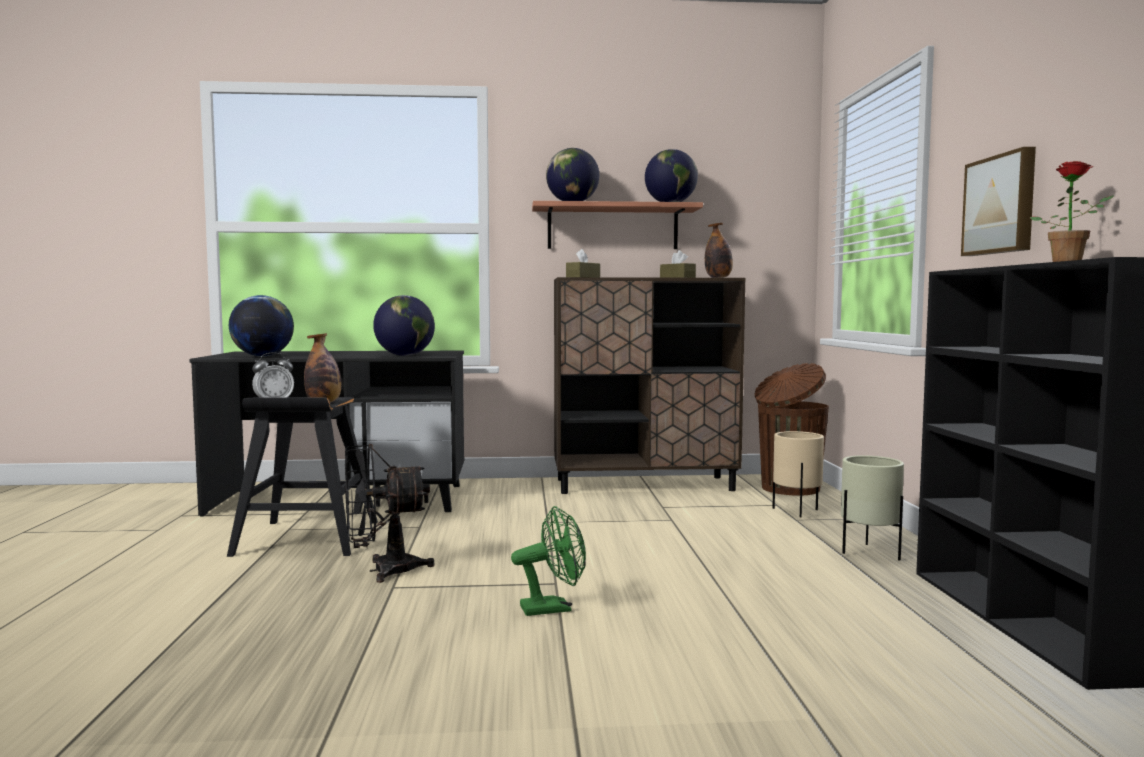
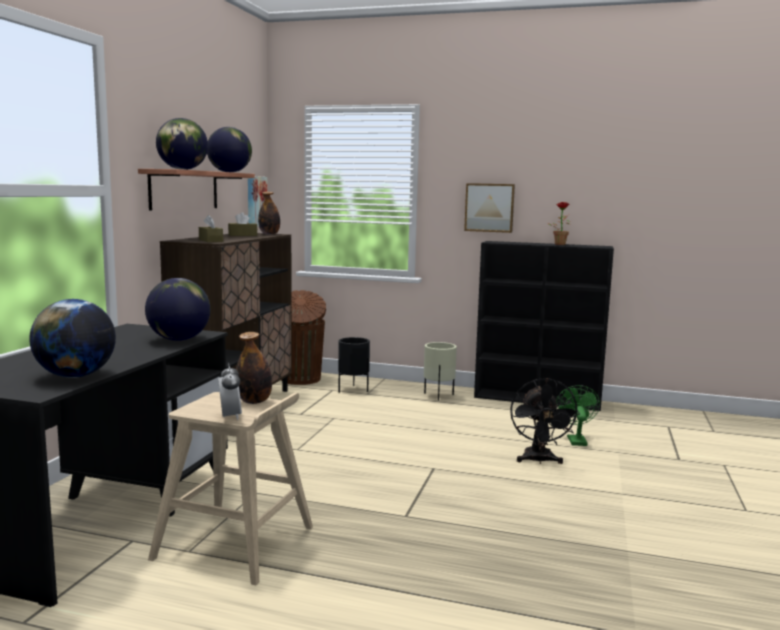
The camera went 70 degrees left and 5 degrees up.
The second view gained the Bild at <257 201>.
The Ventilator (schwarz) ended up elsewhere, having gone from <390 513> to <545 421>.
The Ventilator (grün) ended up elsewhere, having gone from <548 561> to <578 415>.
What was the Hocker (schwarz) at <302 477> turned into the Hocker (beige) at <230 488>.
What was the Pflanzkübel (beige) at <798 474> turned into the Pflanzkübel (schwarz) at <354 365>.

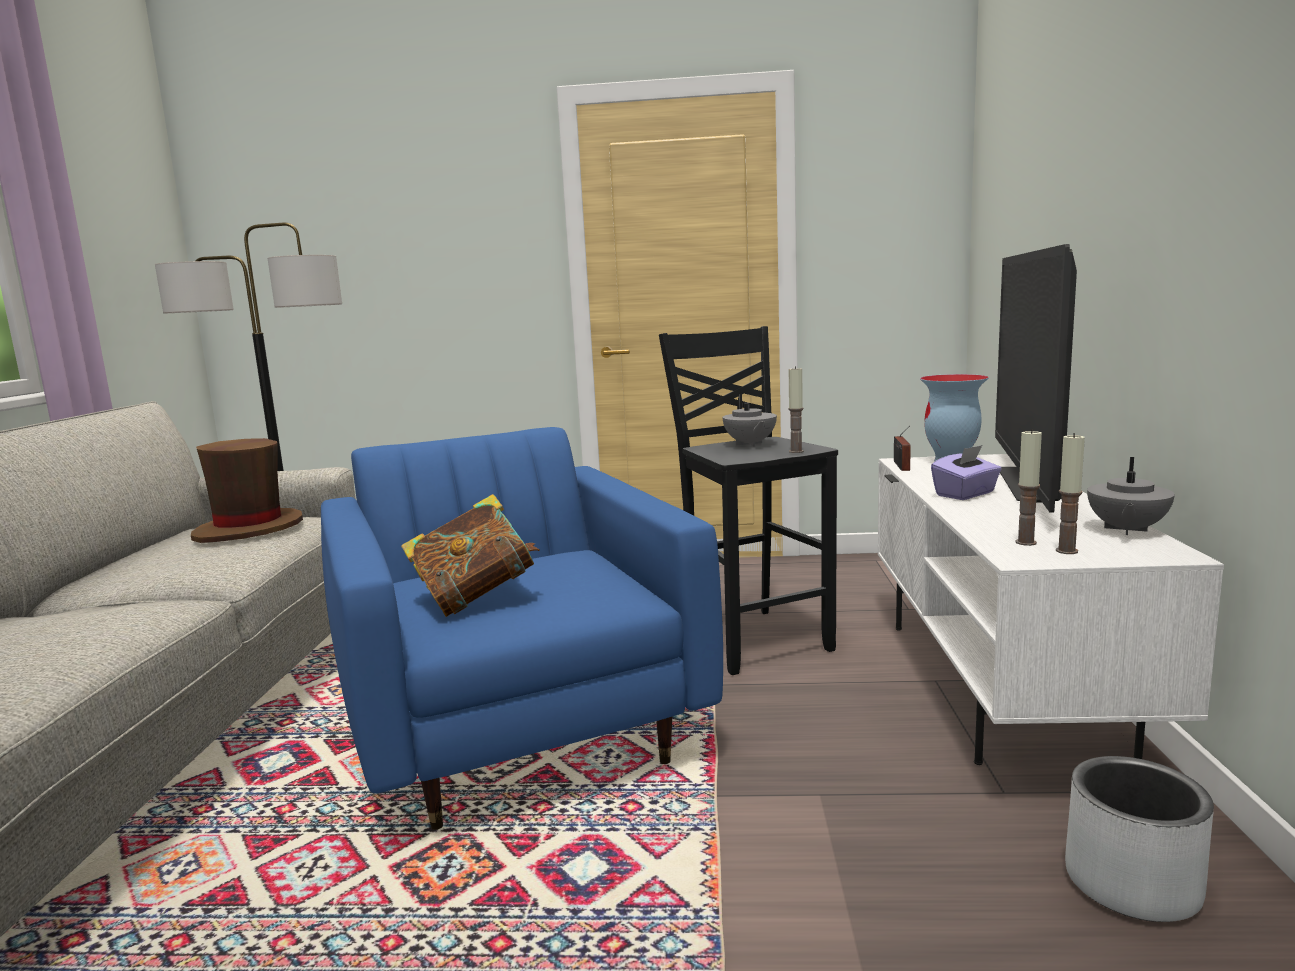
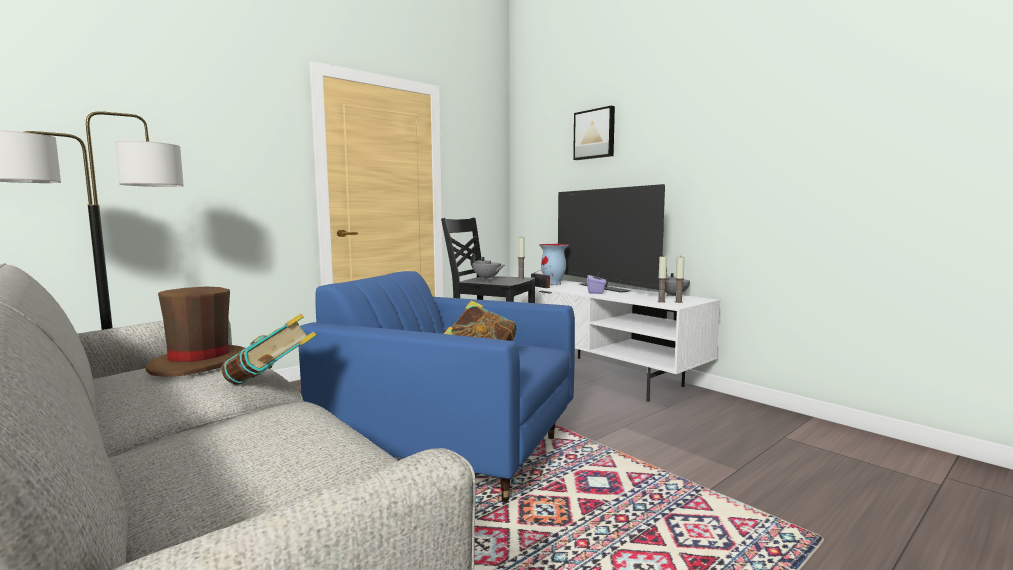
The camera went 45 degrees left and 5 degrees down.
The second view lost the Pflanzkübel (grau) at <1139 839>.
The second view gained the Buch at <269 349>.
The second view gained the Bild at <594 133>.

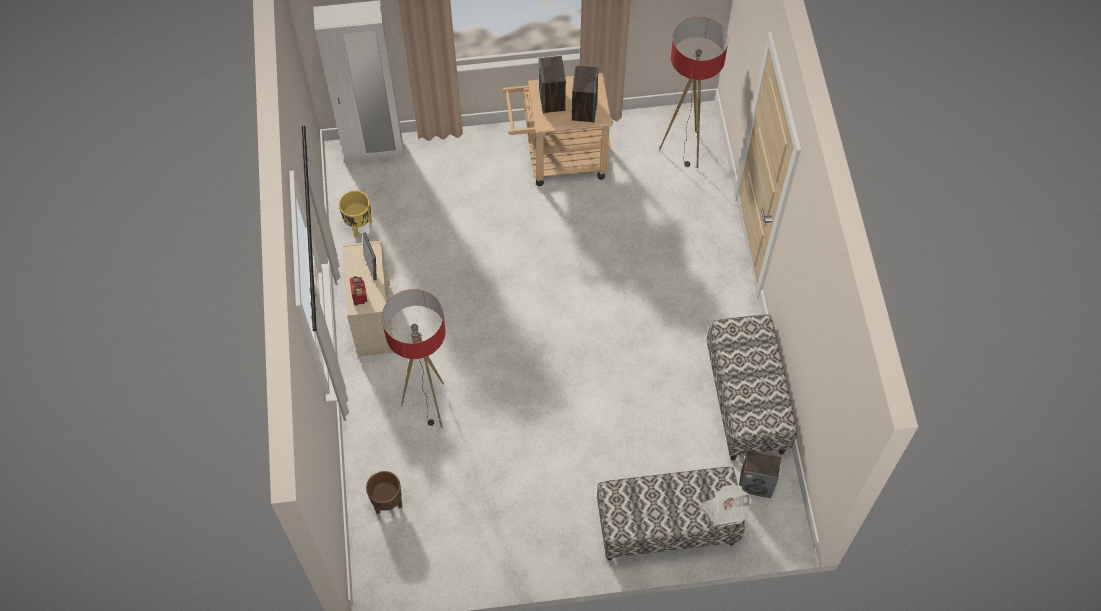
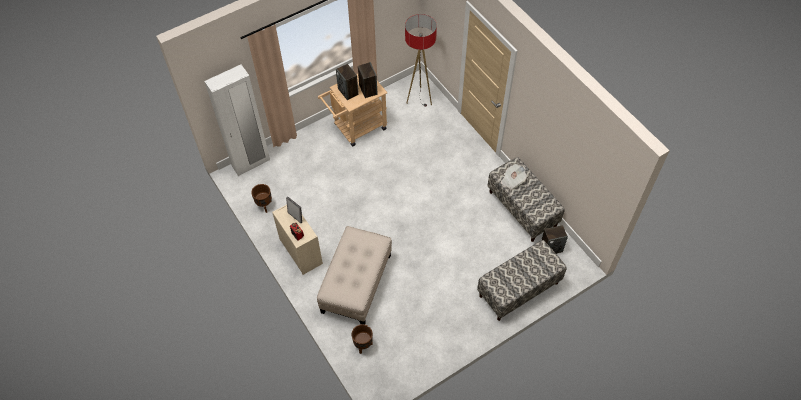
The camera went 25 degrees left and 5 degrees down.
The Zeitung ended up elsewhere, having gone from <727 506> to <514 176>.
Where the Stehlampe stood at <414 358>, the Polsterhocker (beige) came to stand at <354 275>.
What was the Pflanzkübel (gelb) at <355 213> turned into the Pflanzkübel (braun) at <261 198>.

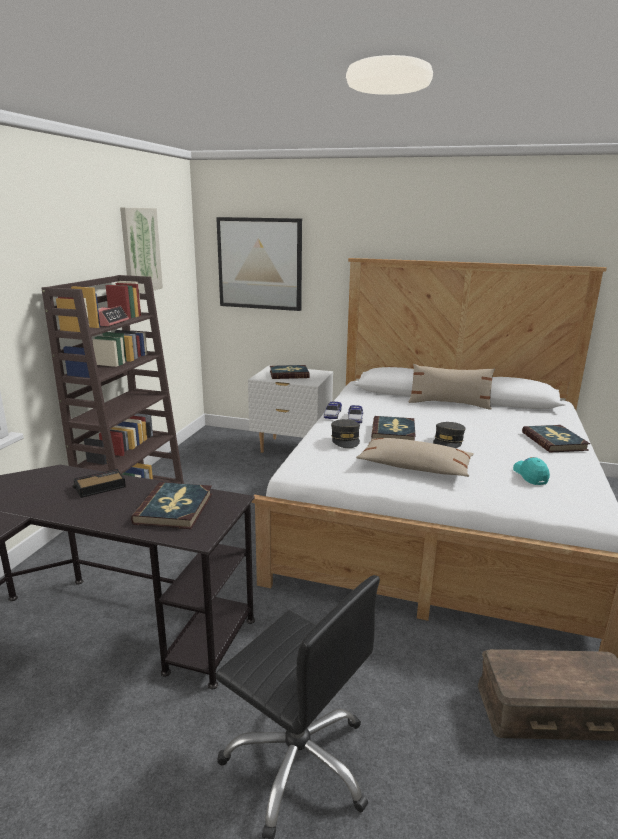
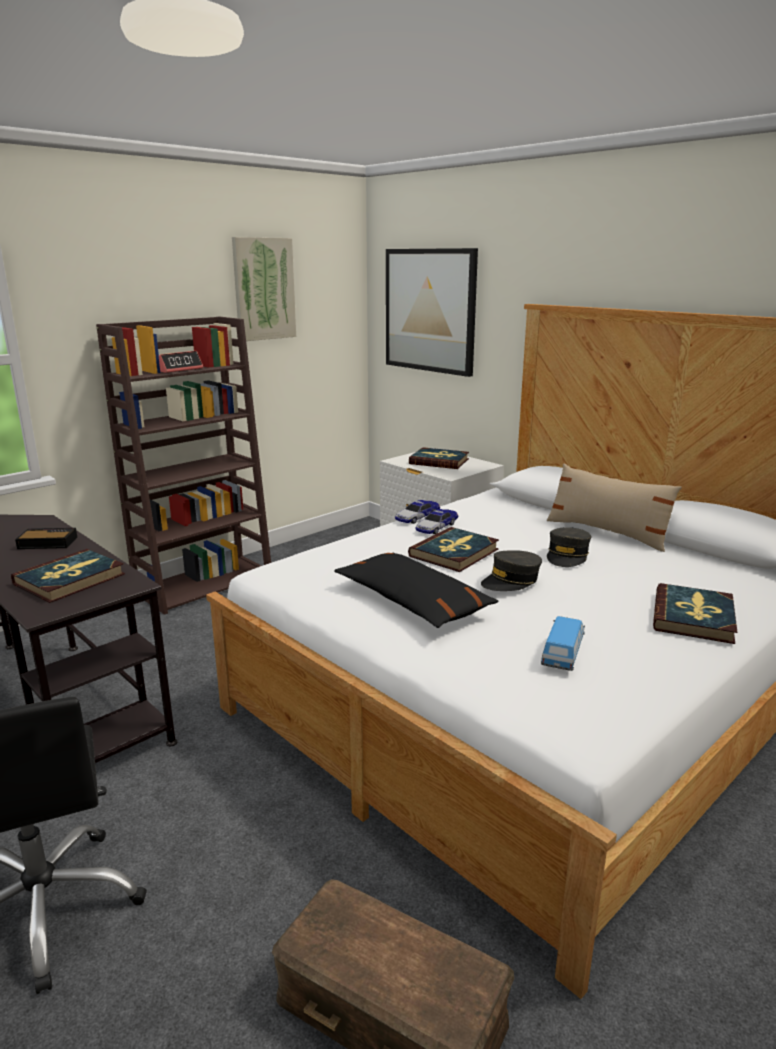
The camera went 30 degrees right and 0 degrees up.
The Kappe (grau) ended up elsewhere, having gone from <345 433> to <569 547>.
Where the Kappe (türkis) stood at <531 471>, the Spielzeugauto came to stand at <563 643>.
What was the Kissen (beige) at <415 457> turned into the Kissen (schwarz) at <416 590>.

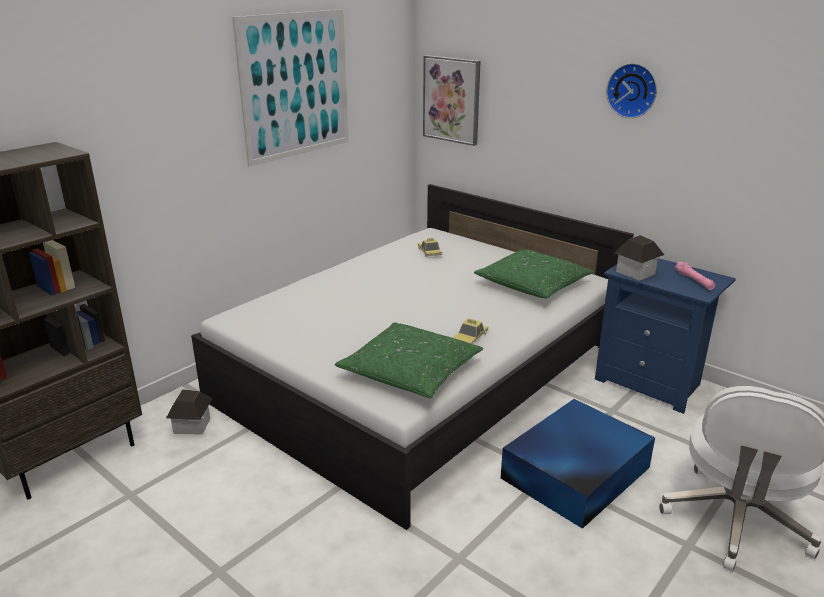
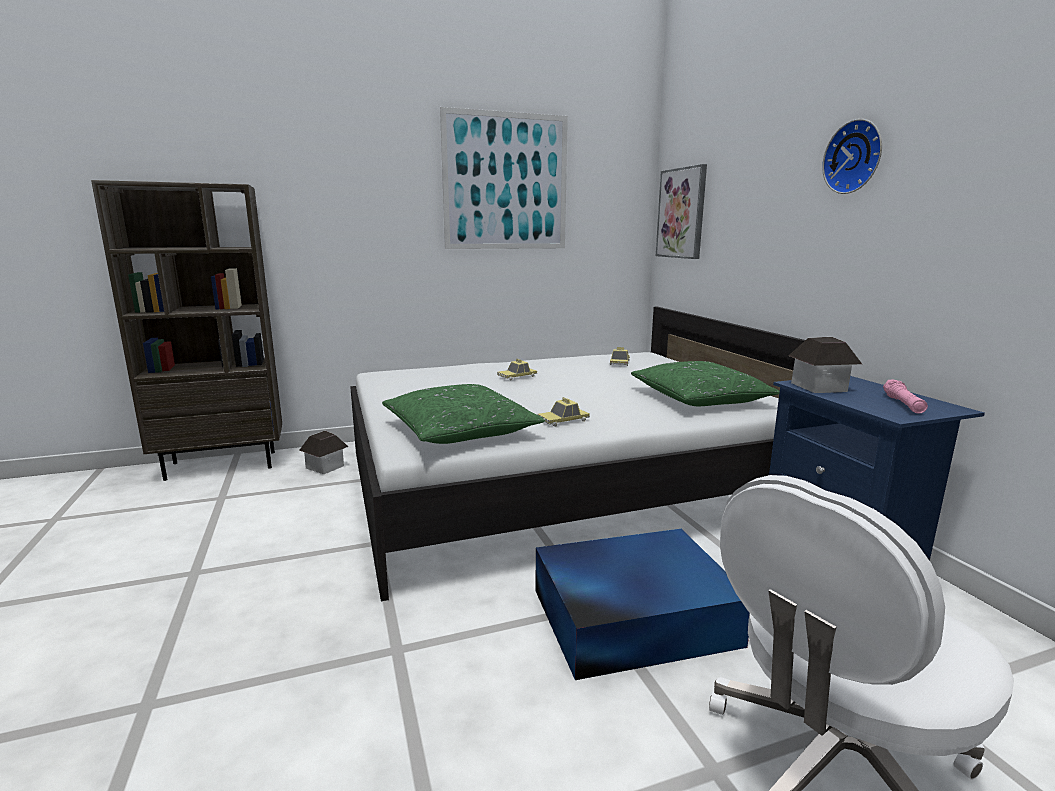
The camera went 30 degrees right and 10 degrees down.
The second view gained the Spielzeugauto at <517 369>.

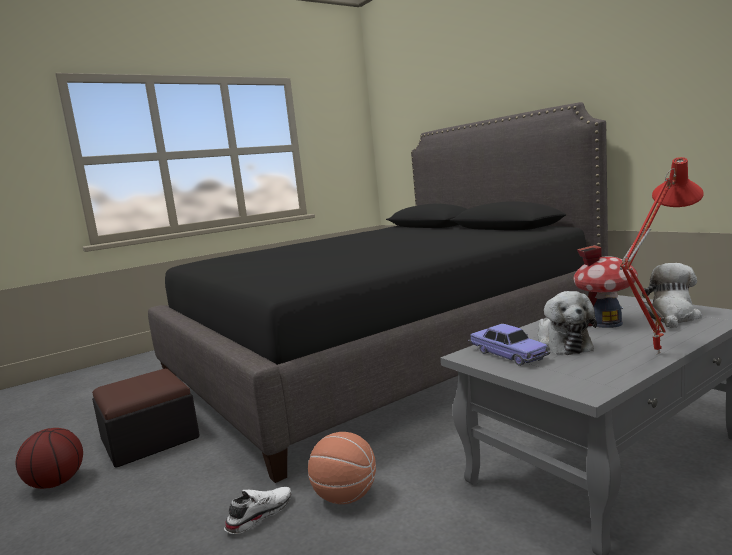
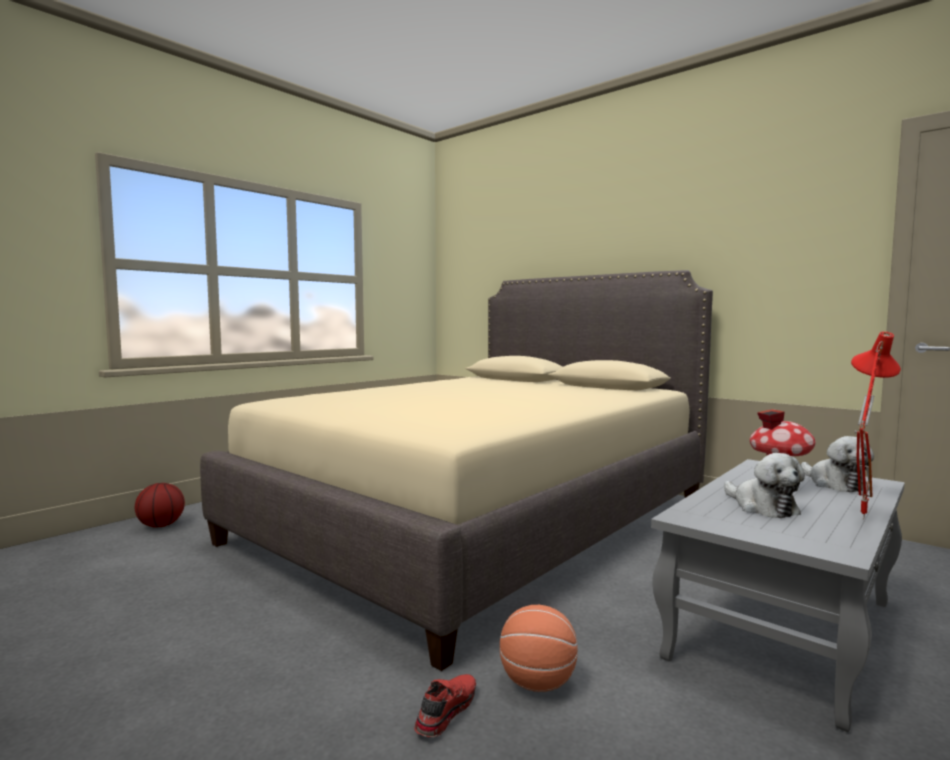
The camera went 15 degrees left and 5 degrees down.
The second view lost the Polsterhocker at <146 418>.
The second view lost the Spielzeugauto at <509 345>.
The Basketball ended up elsewhere, having gone from <49 458> to <160 505>.
What was the Bett (schwarz) at <378 292> turned into the Bett (beige) at <456 470>.
What was the Schuh (weiß) at <257 510> turned into the Schuh (rot) at <445 705>.
The Plüschtier at <672 295> ended up facing another way, 150 degrees clockwise from before.

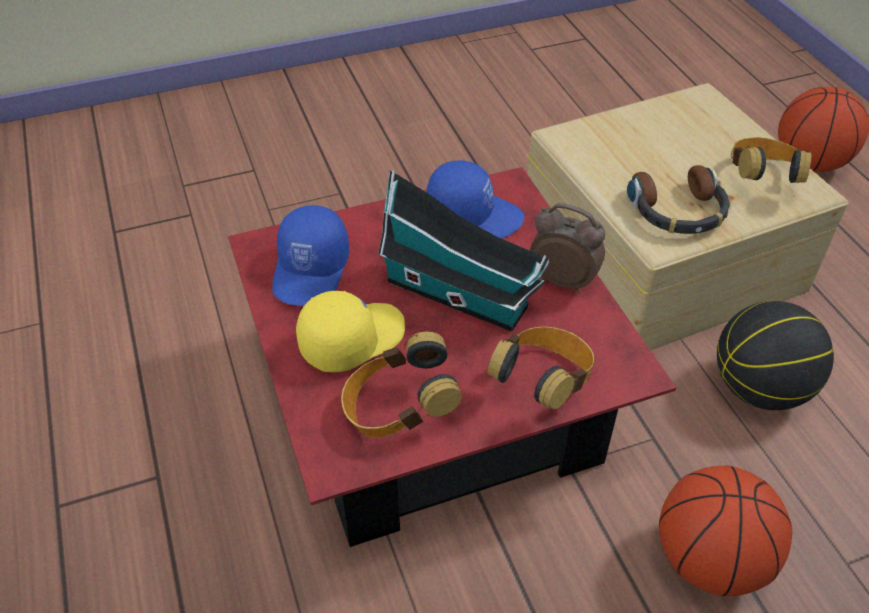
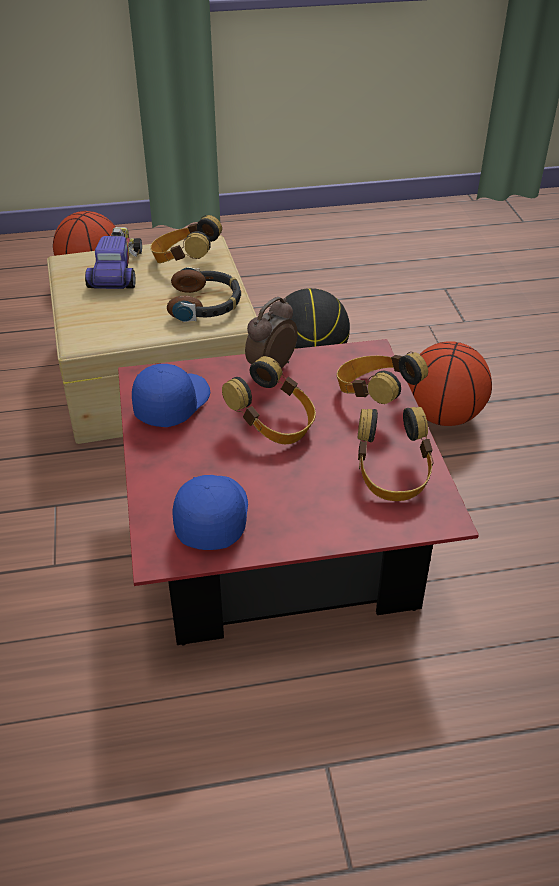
The camera went 80 degrees left and 5 degrees down.
The second view lost the Kappe (gelb) at <350 331>.
The second view gained the Spielzeugauto at <113 258>.
Where the Spielzeughaus stood at <463 251>, the Kopfhörer came to stand at <269 400>.
The Kappe (blau) at <310 255> ended up facing another way, 105 degrees counterclockwise from before.

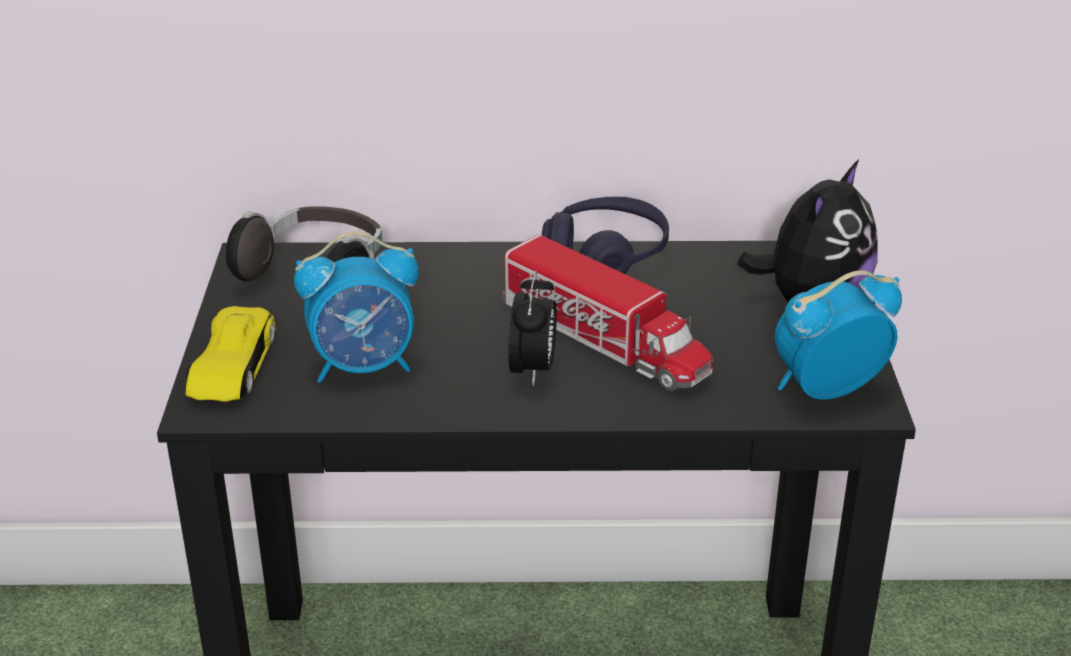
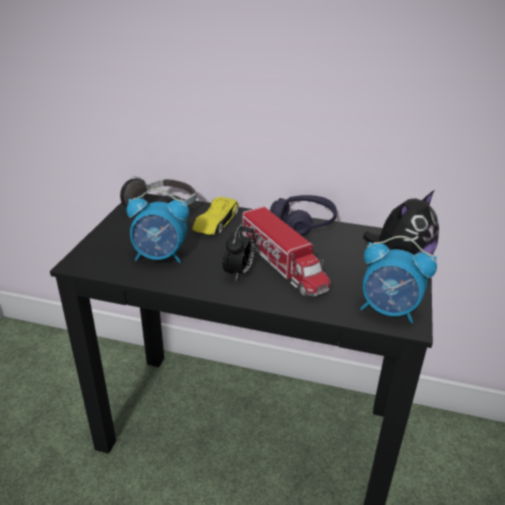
The camera went 15 degrees right and 0 degrees up.
The Spielzeugauto (gelb) ended up elsewhere, having gone from <231 354> to <215 216>.
The Wecker at <838 334> ended up facing another way, 150 degrees counterclockwise from before.

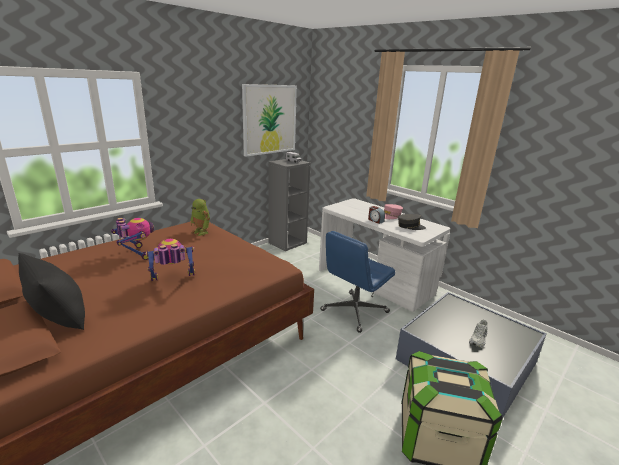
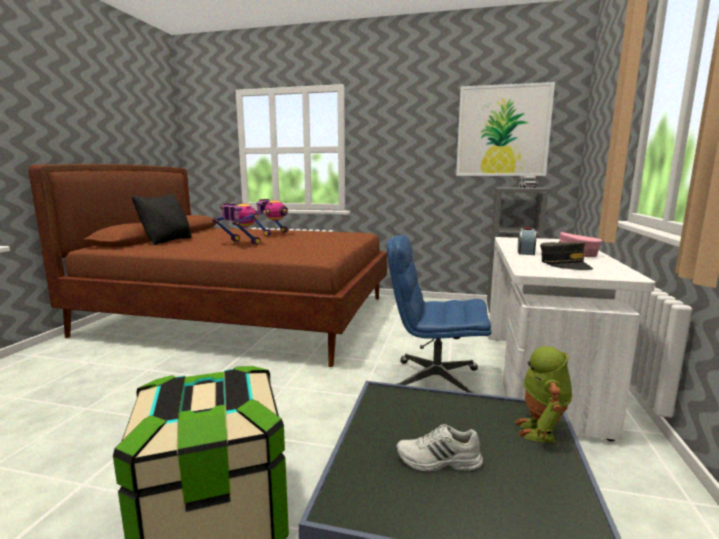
The camera went 60 degrees right and 10 degrees down.
The Spielzeugroboter ended up elsewhere, having gone from <200 217> to <543 394>.

